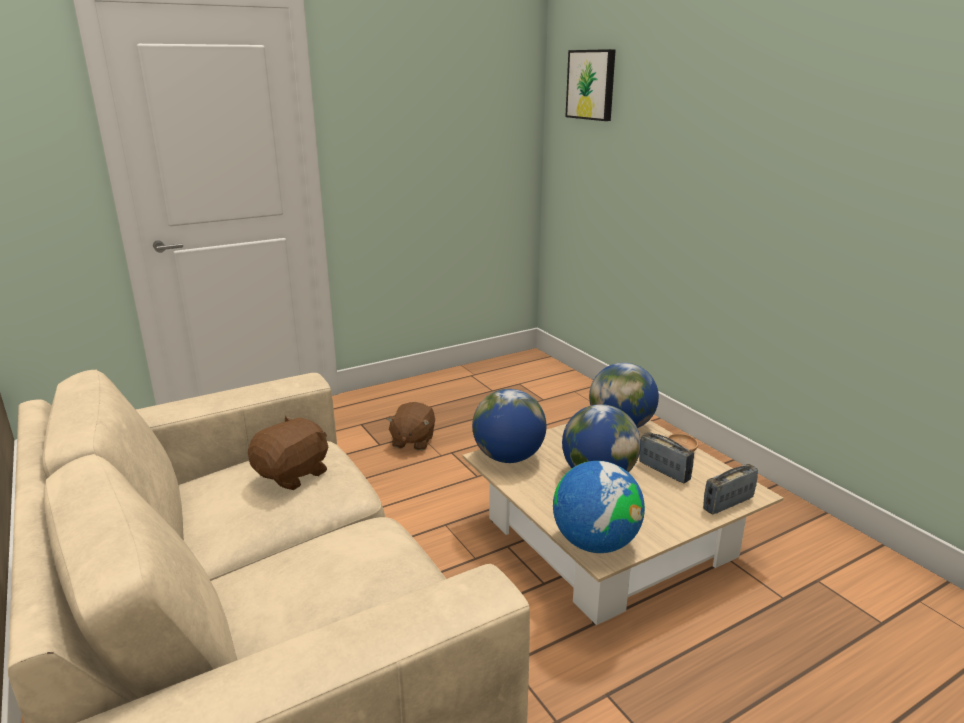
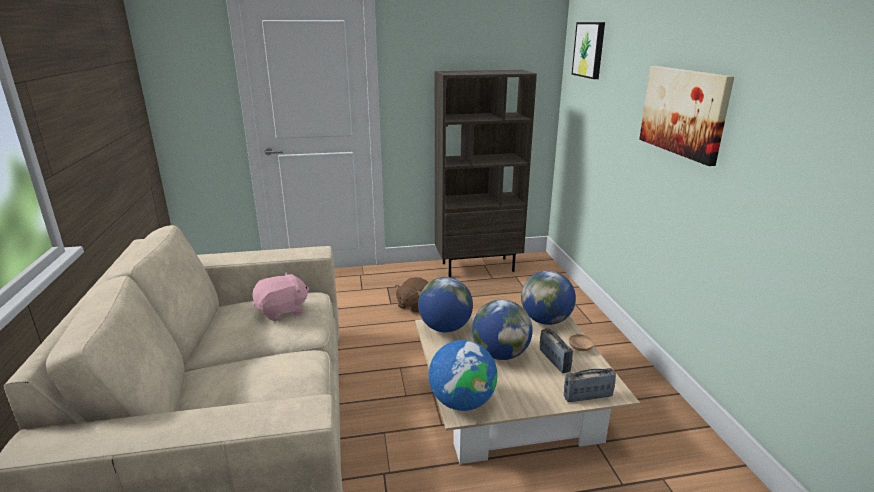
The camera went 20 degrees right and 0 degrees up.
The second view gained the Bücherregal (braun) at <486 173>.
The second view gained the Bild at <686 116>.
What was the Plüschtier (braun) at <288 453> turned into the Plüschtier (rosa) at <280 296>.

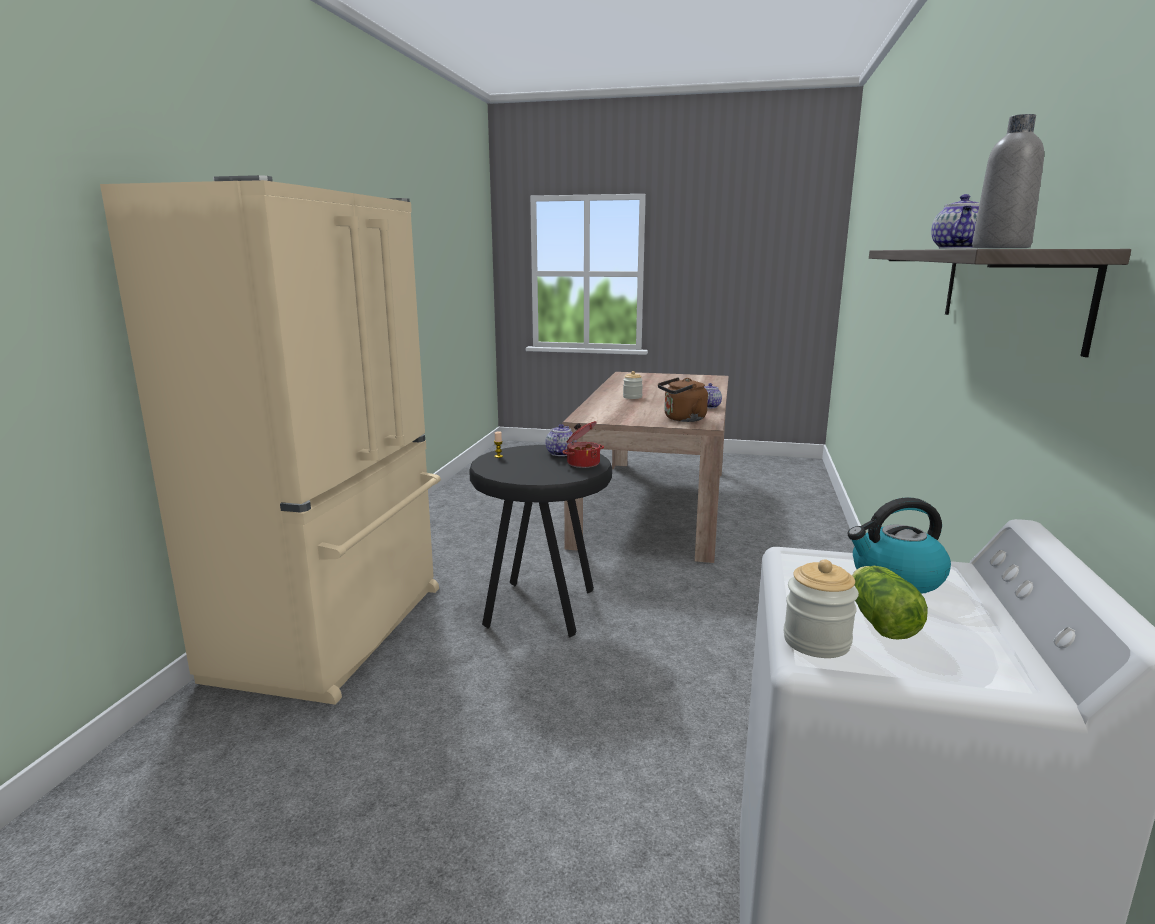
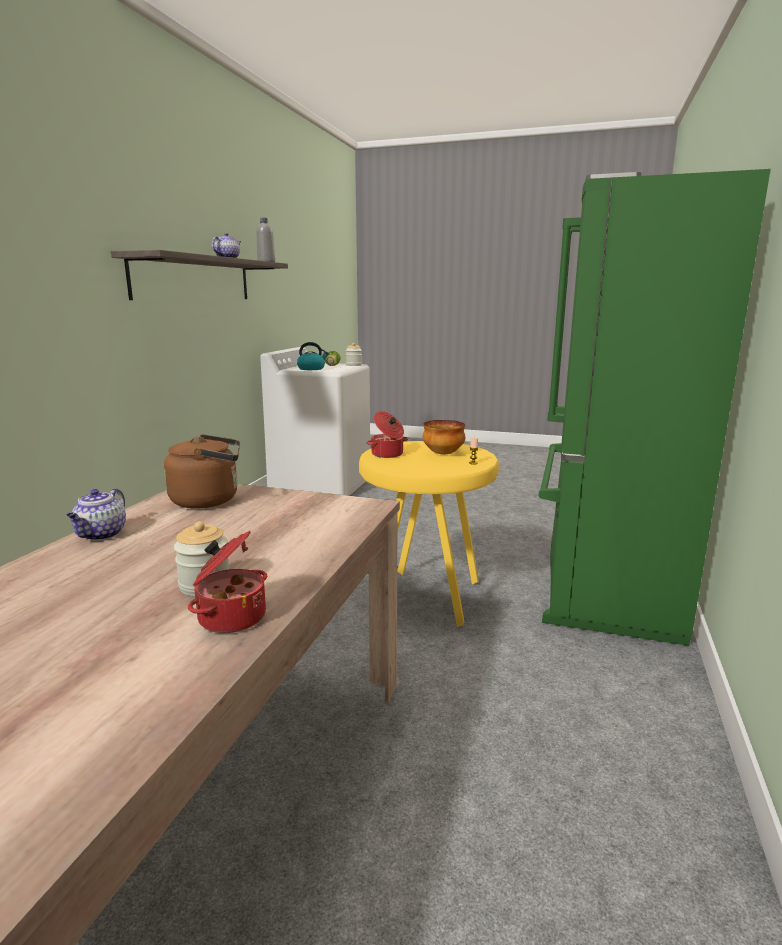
The camera went 175 degrees left and 0 degrees up.
The second view lost the Teekanne at <561 440>.
The second view gained the Kochtopf at <227 582>.
The second view gained the Schüssel at <444 437>.
What was the Kühlschrank (beige) at <270 440> turned into the Kühlschrank (grün) at <654 407>.
What was the Hocker (schwarz) at <540 541> turned into the Hocker (gelb) at <429 534>.

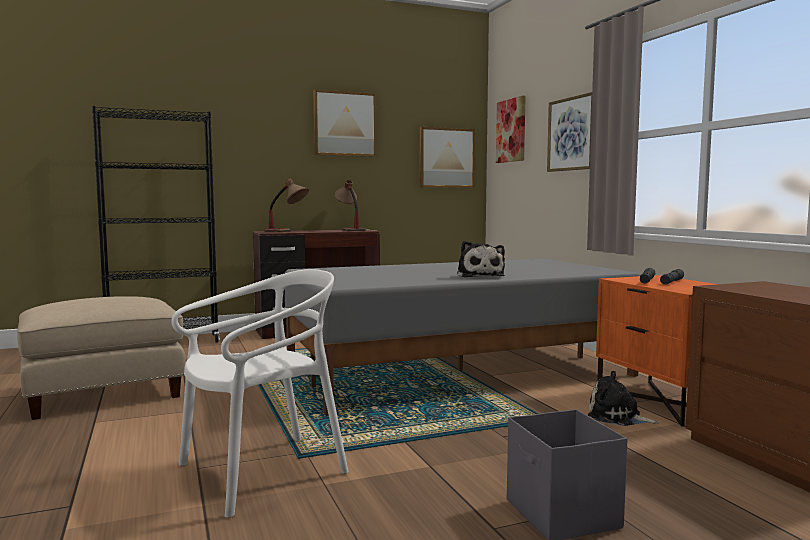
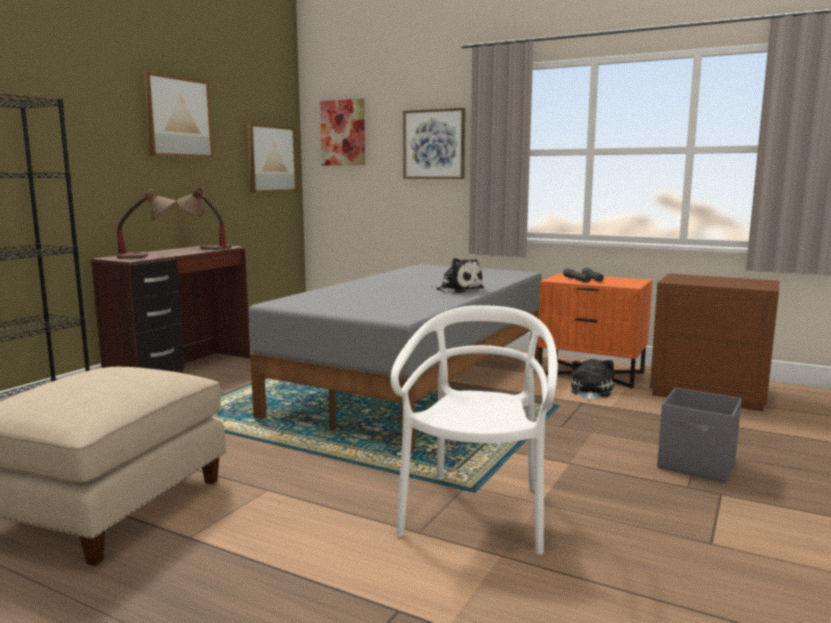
The camera went 40 degrees left and 5 degrees up.
The Plüschtier at <623 398> ended up facing another way, 120 degrees clockwise from before.

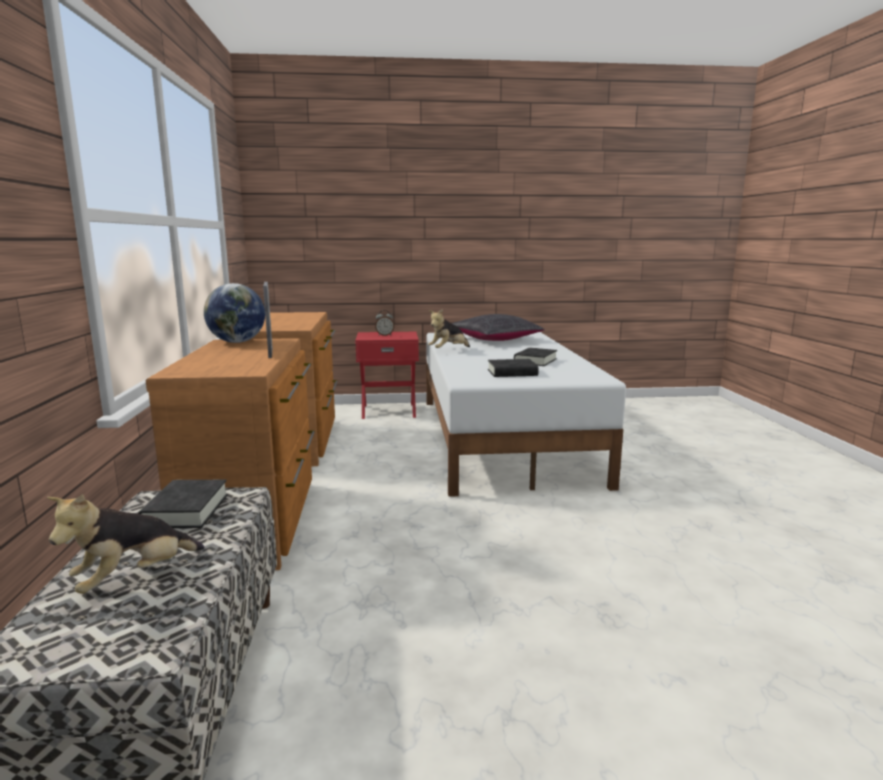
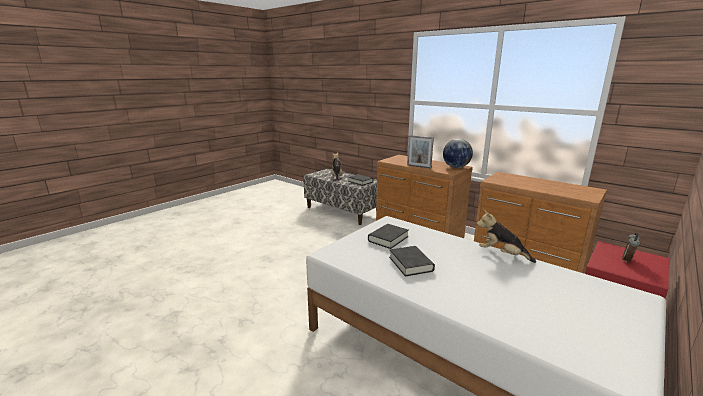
The camera went 135 degrees right and 5 degrees up.
The second view lost the Kissen (schwarz) at <498 327>.
The Plüschtier at <449 328> ended up facing another way, 60 degrees counterclockwise from before.

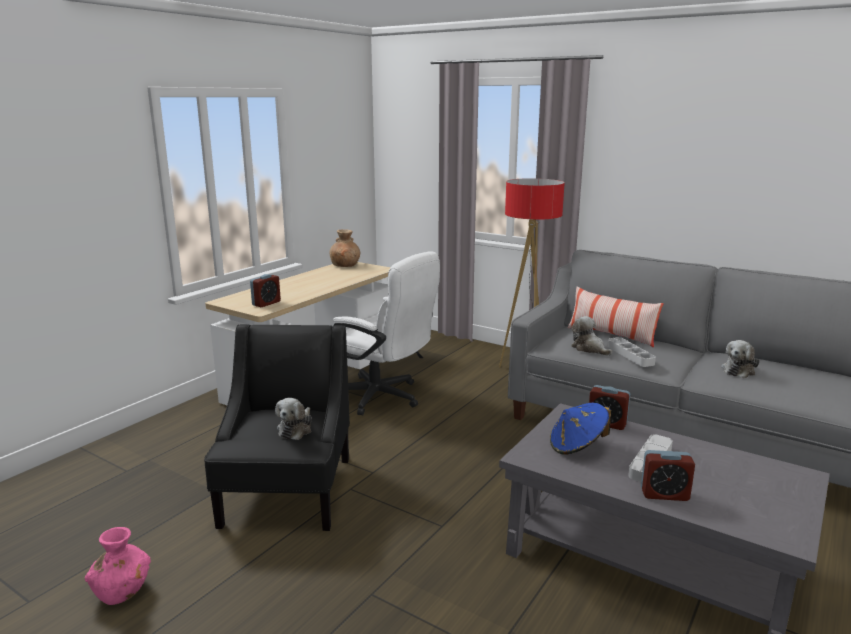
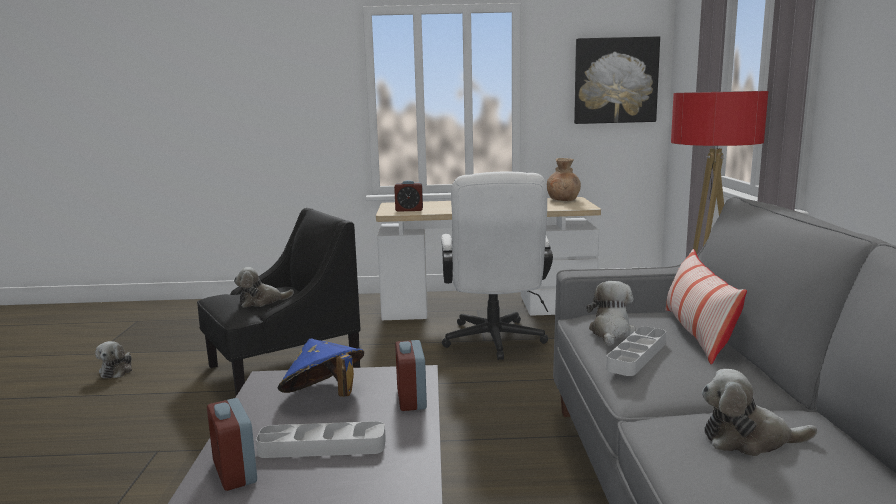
The camera went 55 degrees right and 5 degrees down.
The second view gained the Bild at <617 80>.
Where the Vase (rosa) stood at <118 566>, the Plüschtier came to stand at <113 360>.

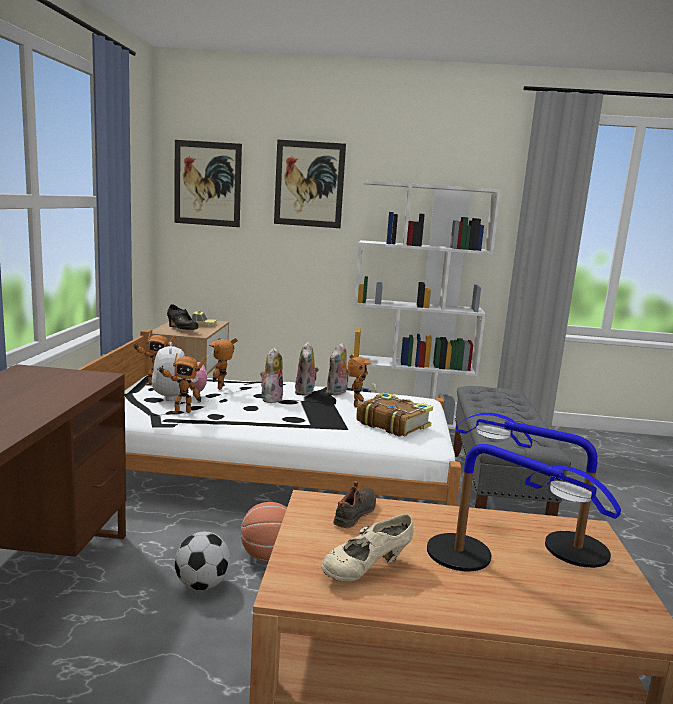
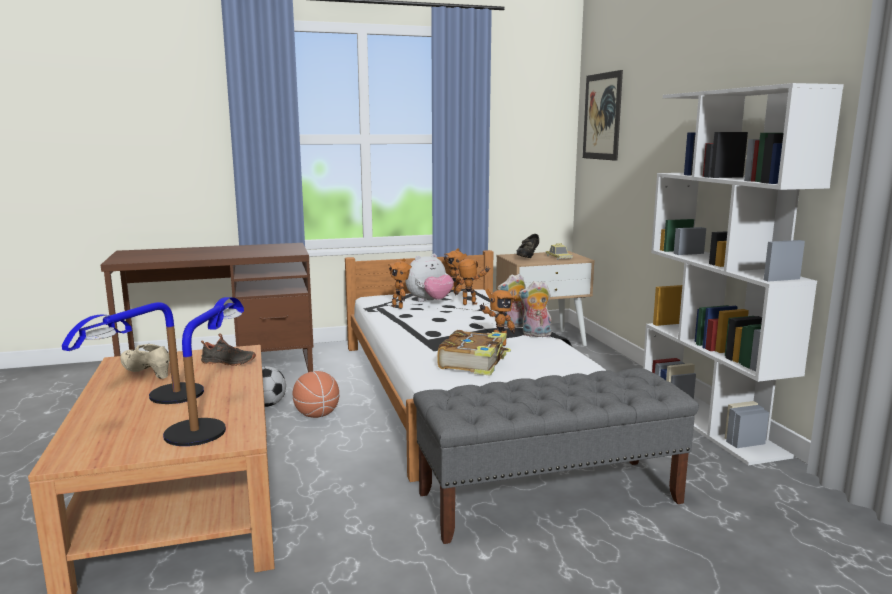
The camera went 70 degrees right and 0 degrees up.
The second view lost the Plüschtier at <271 375>.
The second view lost the Bild at <310 183>.

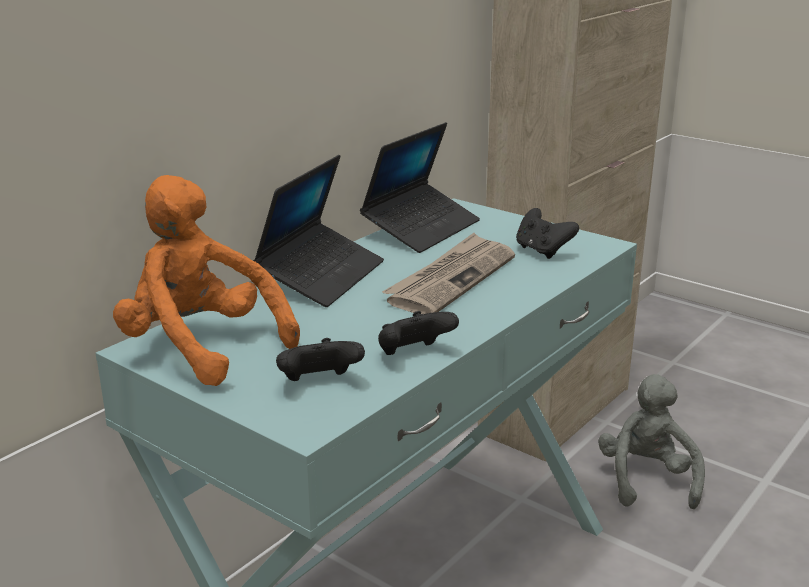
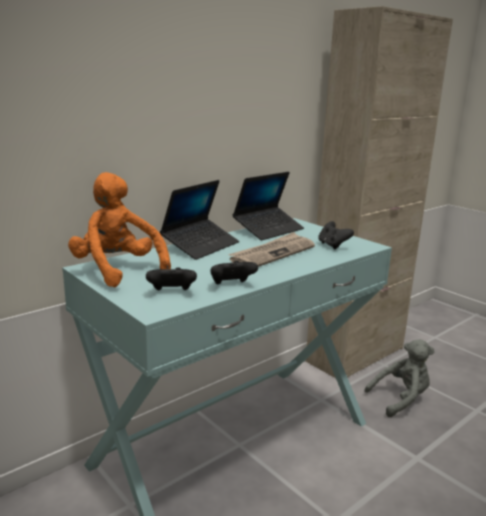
The camera went 10 degrees right and 5 degrees down.
The Plüschtier (grau) at <651 441> ended up facing another way, 60 degrees clockwise from before.

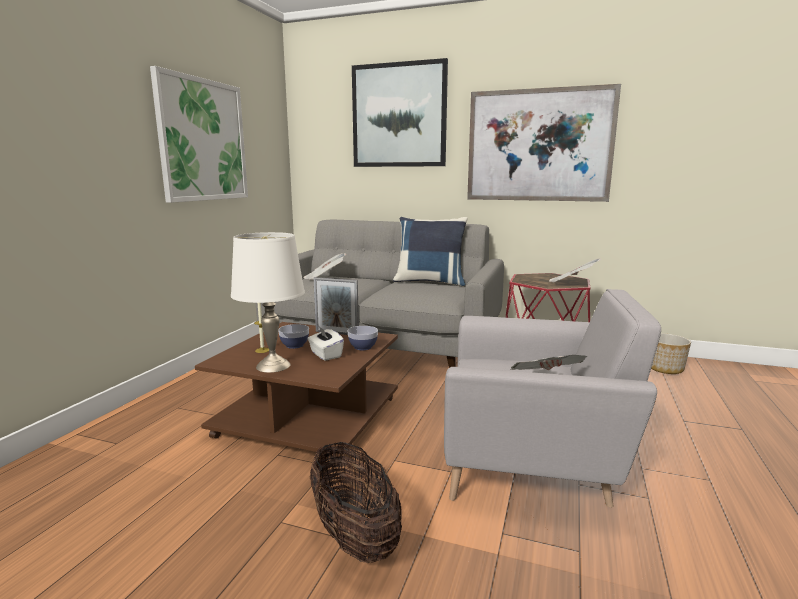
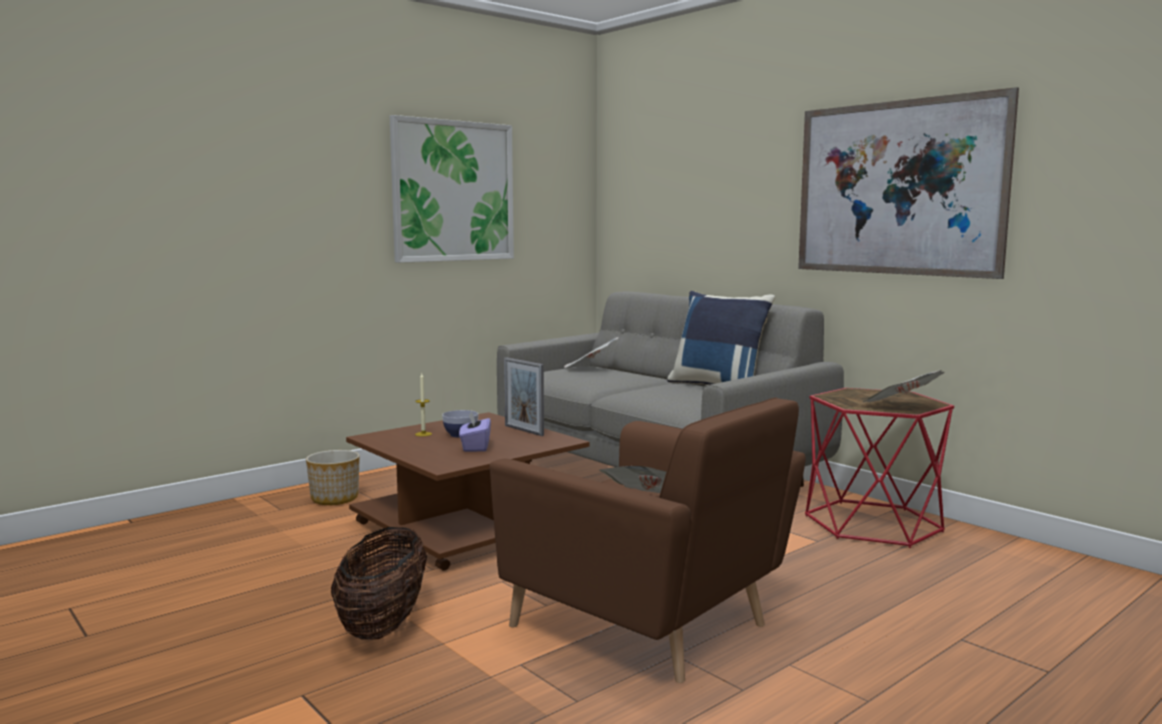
The camera went 30 degrees right and 5 degrees down.
The second view lost the Tischlampe (weiß) at <268 302>.
The second view lost the Schüssel at <363 338>.
The second view lost the Bild at <400 112>.
The Pflanzkübel ended up elsewhere, having gone from <671 353> to <333 477>.
What was the Taschentuchbox (weiß) at <326 343> turned into the Taschentuchbox (lila) at <475 431>.
What was the Sessel (grau) at <552 398> turned into the Sessel (braun) at <647 540>.

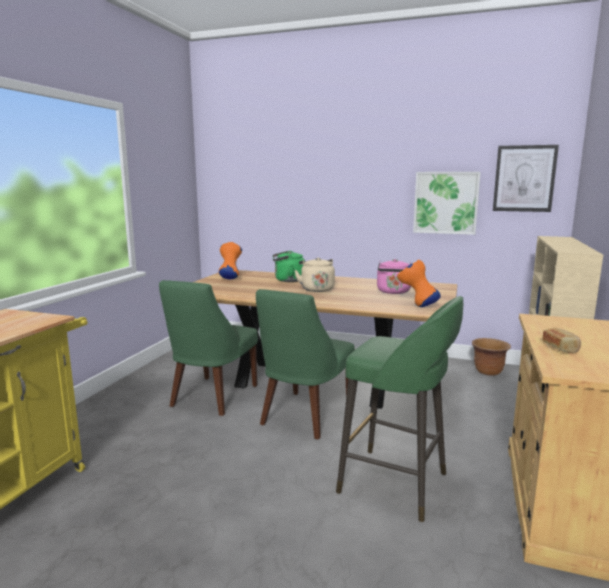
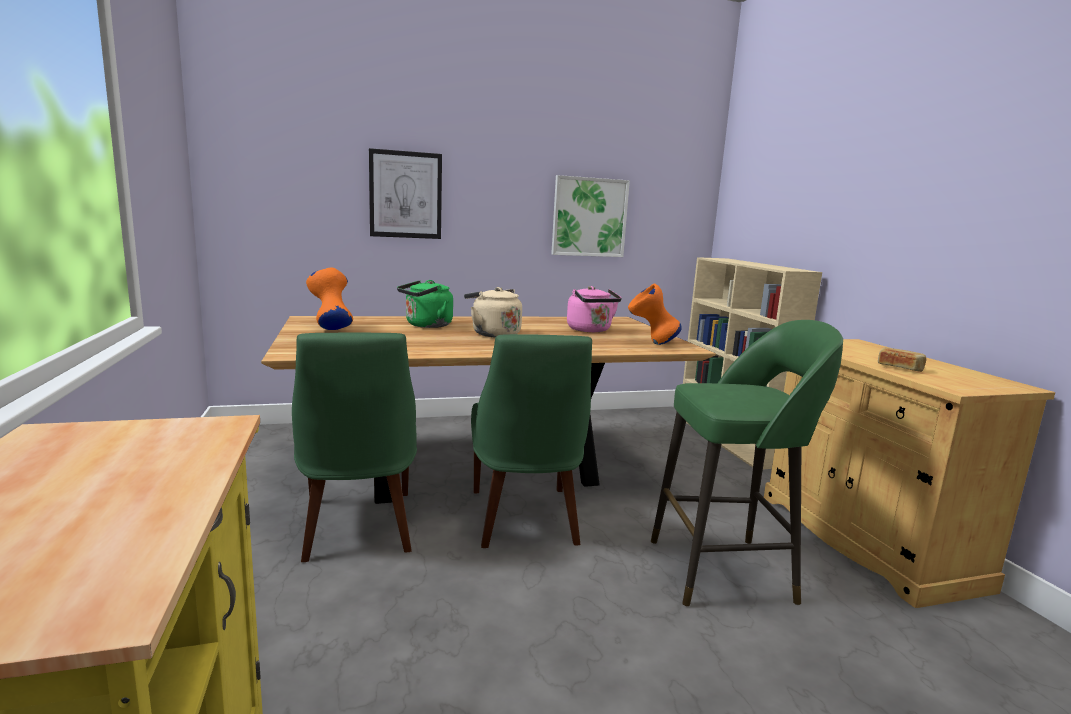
The camera went 35 degrees left and 0 degrees up.
The second view lost the Pflanzkübel (braun) at <491 357>.
The Bild ended up elsewhere, having gone from <526 178> to <405 193>.

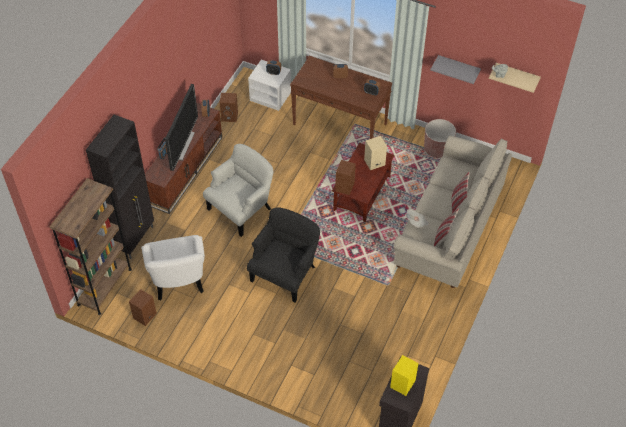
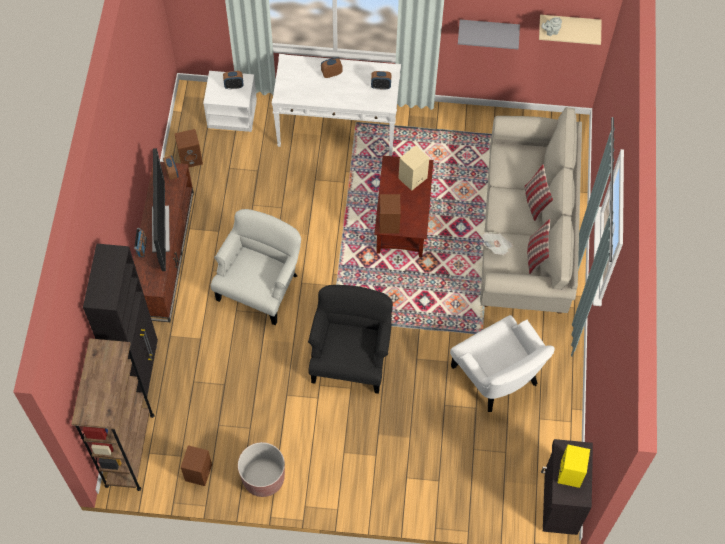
The camera went 20 degrees left and 10 degrees up.
The Sessel (weiß) ended up elsewhere, having gone from <173 267> to <502 363>.
The Pflanzkübel (braun) ended up elsewhere, having gone from <440 138> to <261 469>.
What was the Konsolentisch (braun) at <341 97> turned into the Konsolentisch (weiß) at <336 105>.

